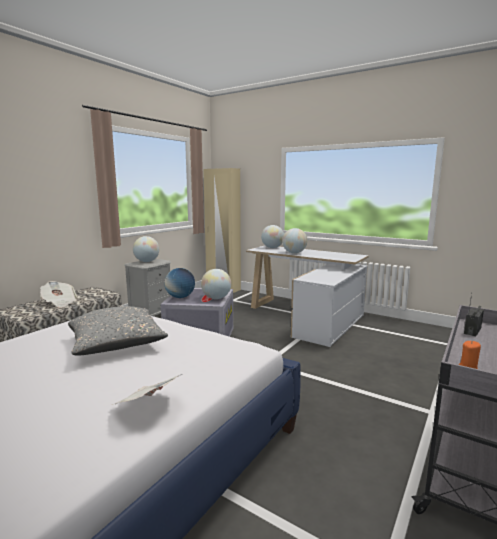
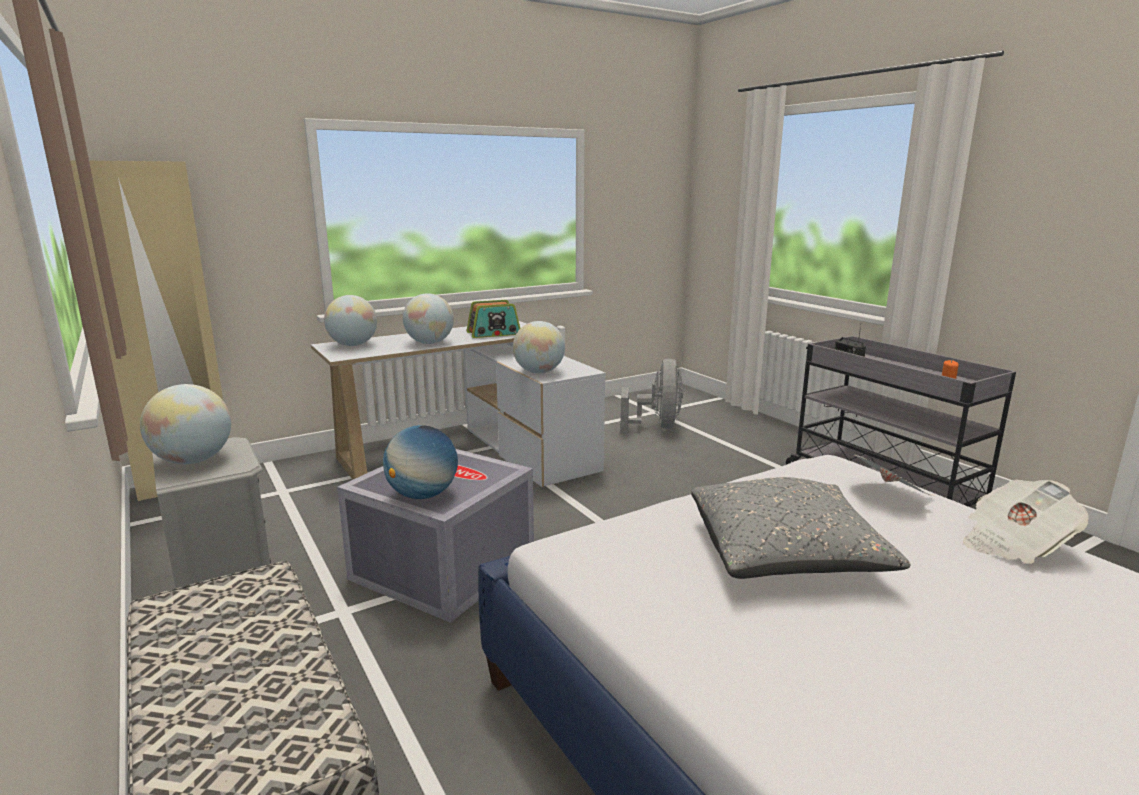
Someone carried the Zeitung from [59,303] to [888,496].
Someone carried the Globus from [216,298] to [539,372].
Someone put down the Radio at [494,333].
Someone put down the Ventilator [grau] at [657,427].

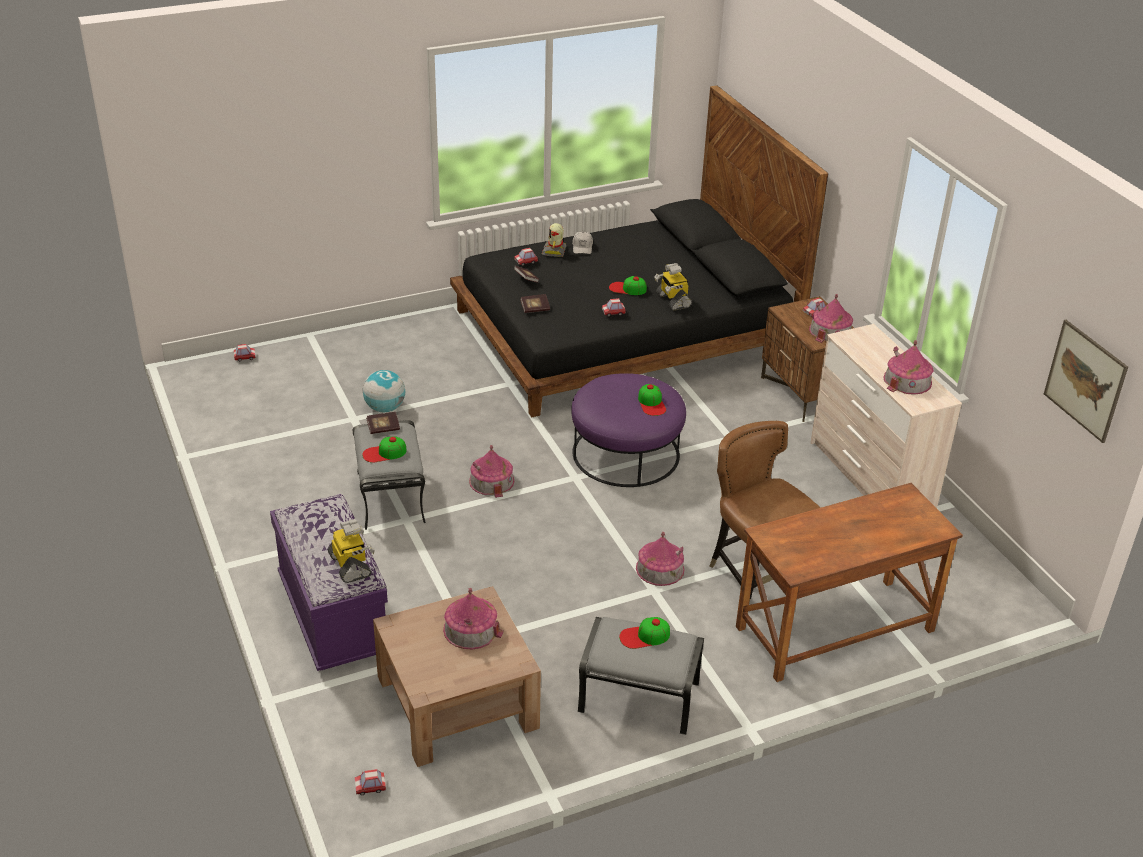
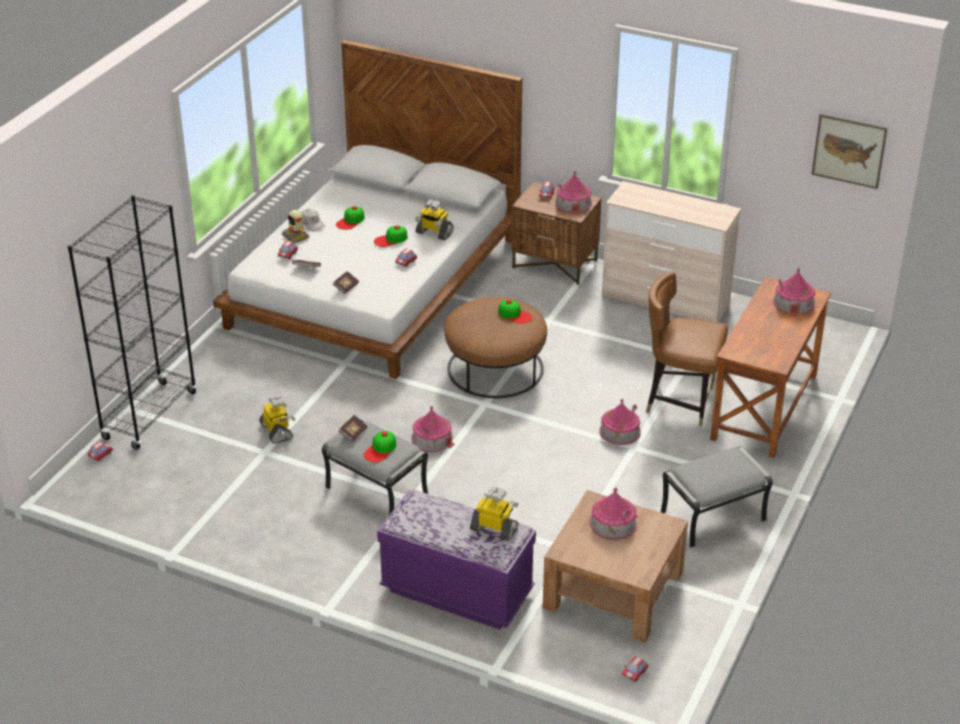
Someone swapped the Globus at [385,408] for the Spielzeugroboter at [277,431].
Someone repainted the Bett [schwarz] at [623,333], which became the Bett [weiß] at [375,283].
Someone repainted the Polsterhocker [lila] at [626,453], which became the Polsterhocker [braun] at [495,368].
Someone carried the Kappe from [644,636] to [350,221].
Someone carried the Spielzeughaus from [907,380] to [793,302].
Someone put down the Bücherregal [schwarz] at [150,415].

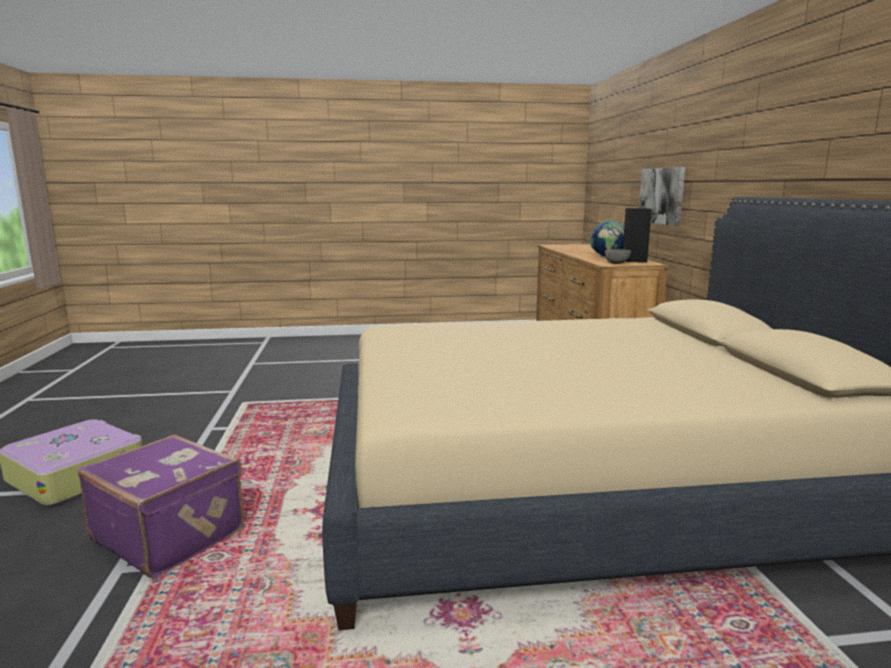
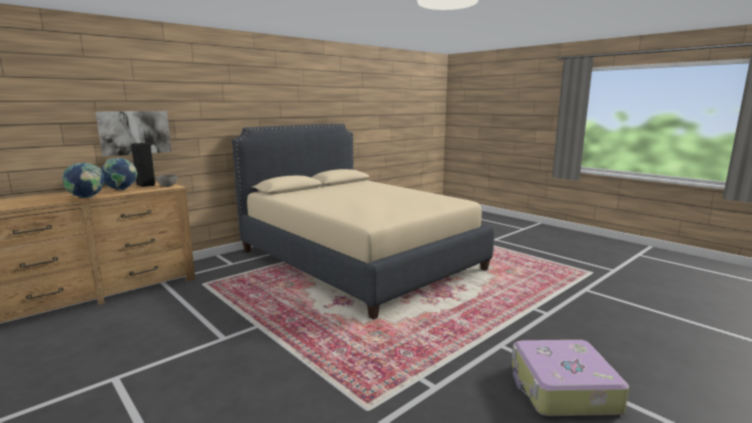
Someone took away the Koffer [lila] at [170,534].
Someone put down the Globus at [87,198].

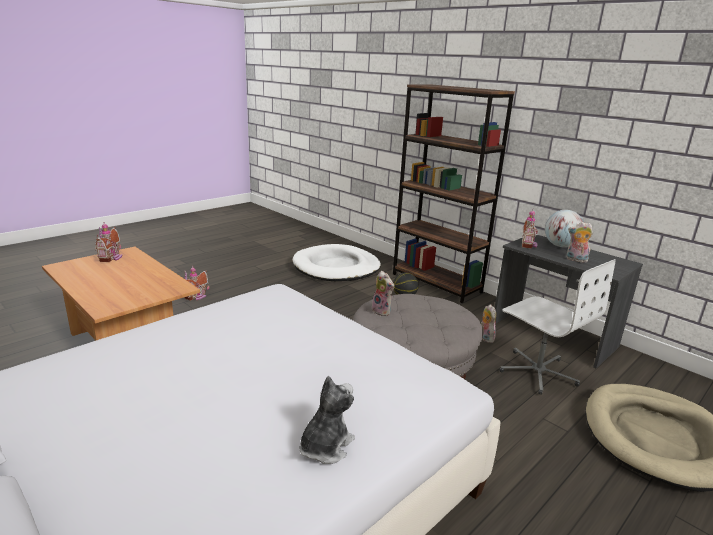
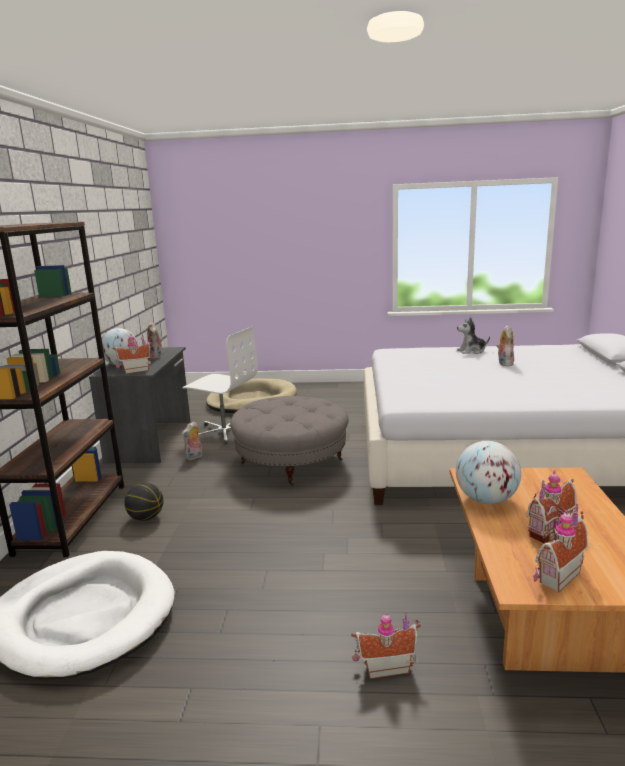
Someone carried the Plüschtier from [382,311] to [504,363].
Someone rotated the Bürostuhl [weiß] at [537,372] by 105 degrees clockwise.
Someone put down the Globus at [486,500].
Someone put down the Spielzeughaus at [553,534].

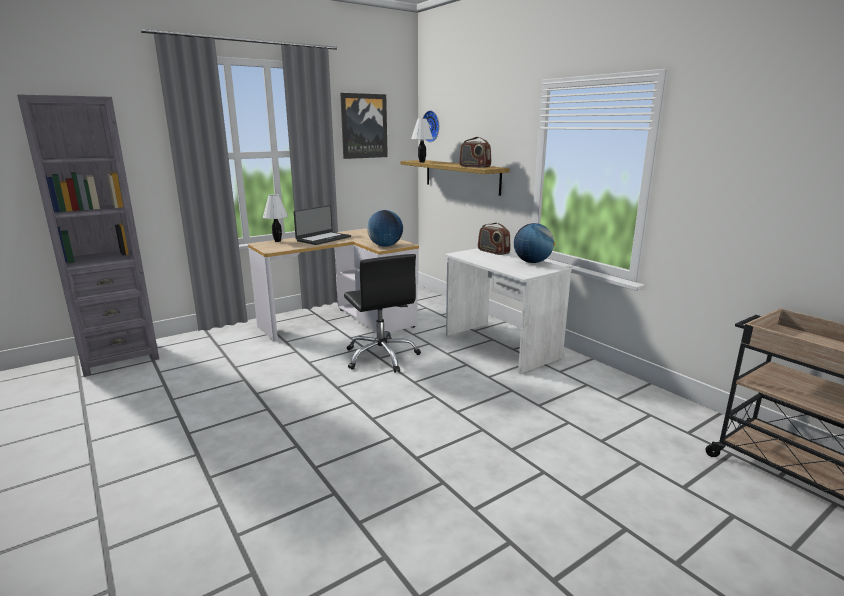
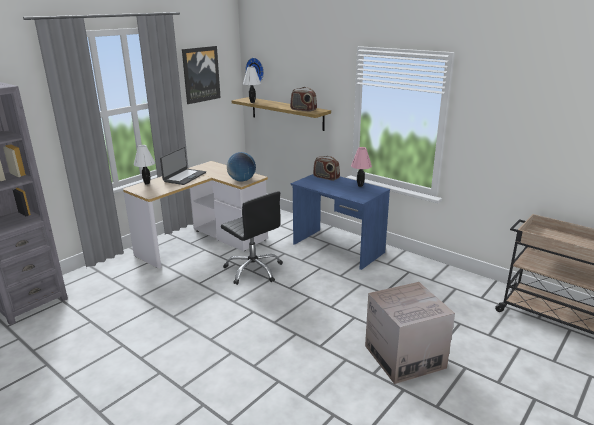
Someone repainted the Schreibtisch [weiß] at [500,346], which became the Schreibtisch [blau] at [337,248].
Someone swapped the Globus at [532,262] for the Tischlampe [rosa] at [360,185].
Someone put down the Karton at [404,357].

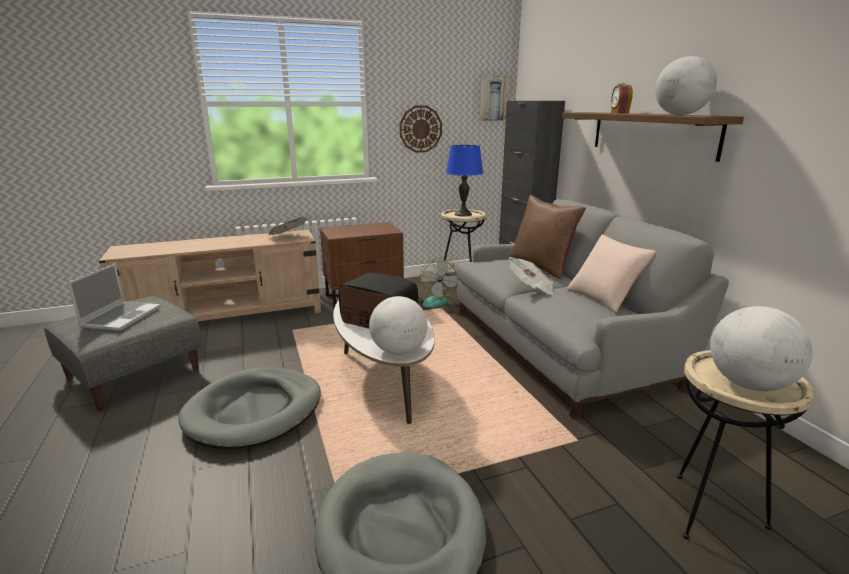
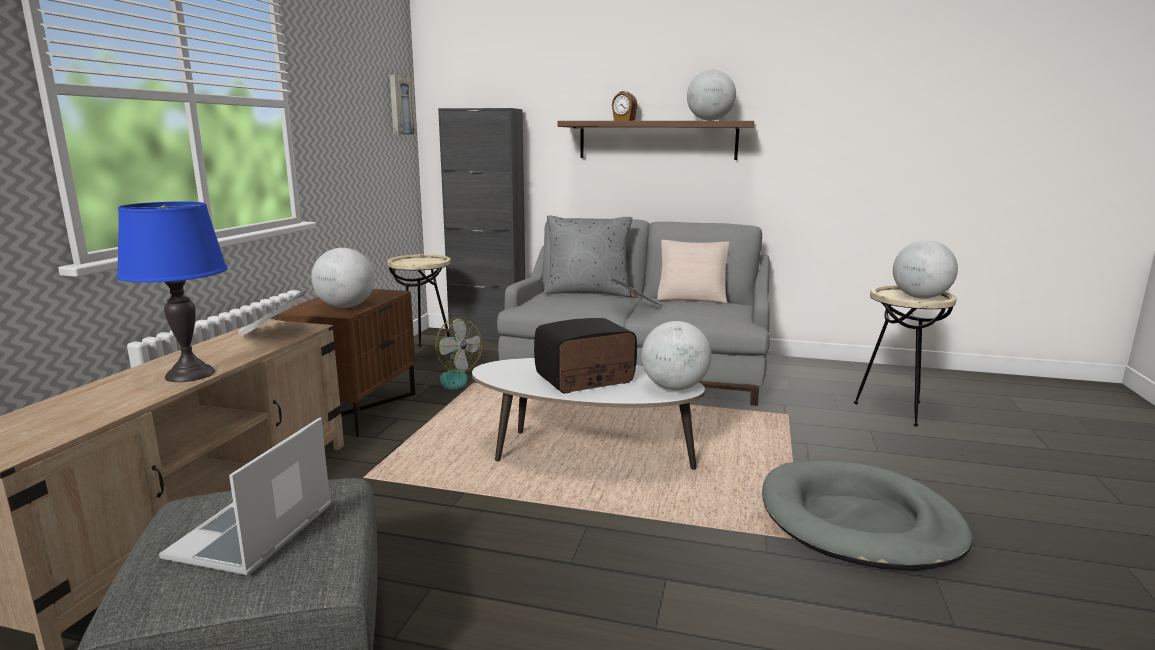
Someone rotated the Laptop at [121,317] by 120 degrees counterclockwise.
Someone took away the Hundebett [grau] at [255,411].
Someone took away the Wanduhr at [420,129].
Someone carried the Tischlampe [blau] from [463,214] to [190,374].
Someone repainted the Kissen [braun] at [541,266], which became the Kissen [grau] at [587,292].
Someone put down the Globus at [346,307].

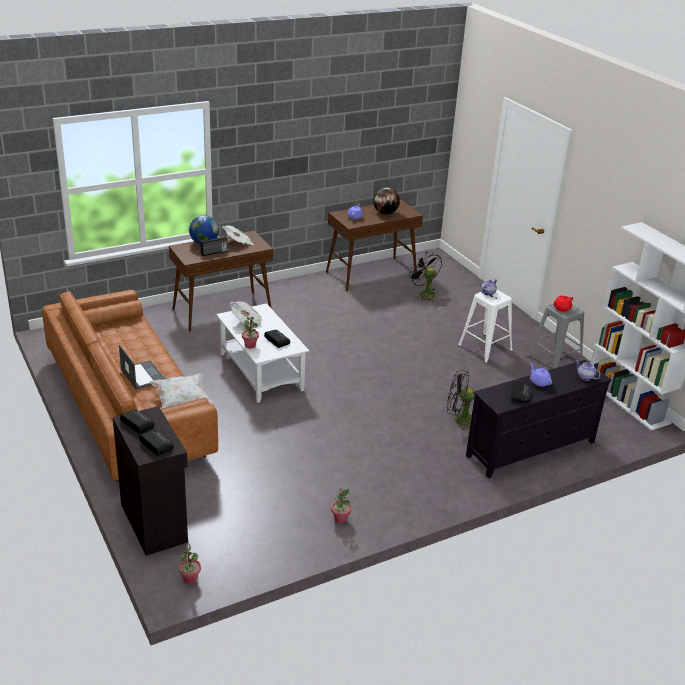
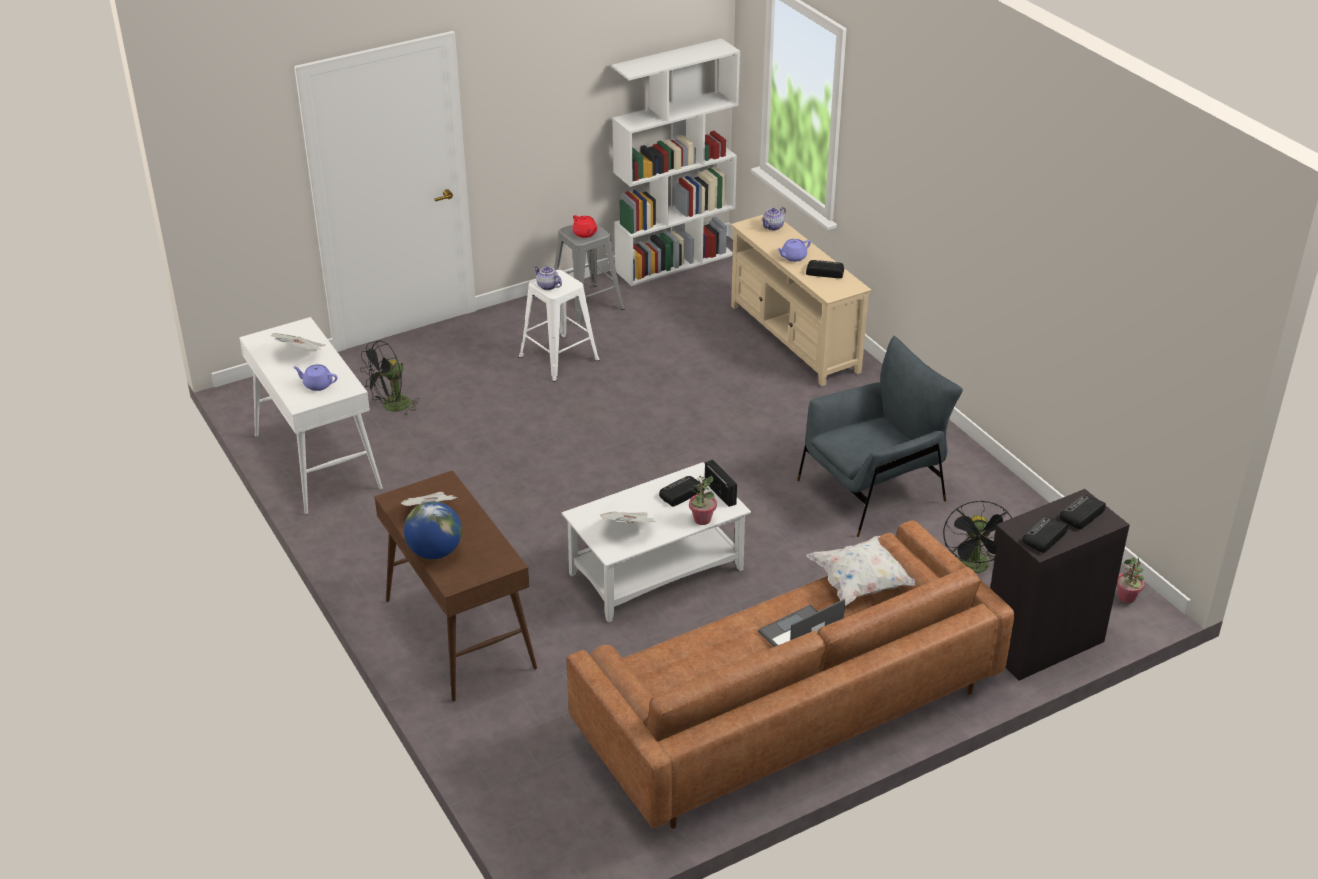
Someone carried the Radio from [214,253] to [721,493].
Someone repainted the Konsolentisch [braun] at [371,274], which became the Konsolentisch [weiß] at [316,462].
Someone took away the Topfpflanze at [340,519].
Someone swapped the Globus at [385,213] for the Zeitung at [301,353].
Someone carried the Ventilator [schwarz] from [459,420] to [975,568].
Someone repainted the Fernsehschrank [schwarz] at [531,450], which became the Fernsehschrank [beige] at [795,339].
Someone put down the Sessel [grau] at [872,490].

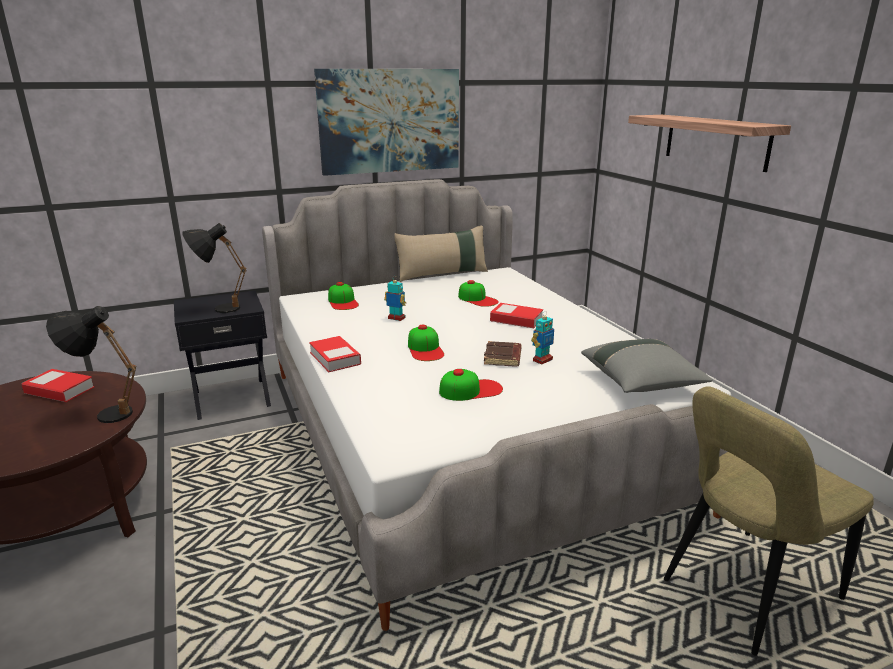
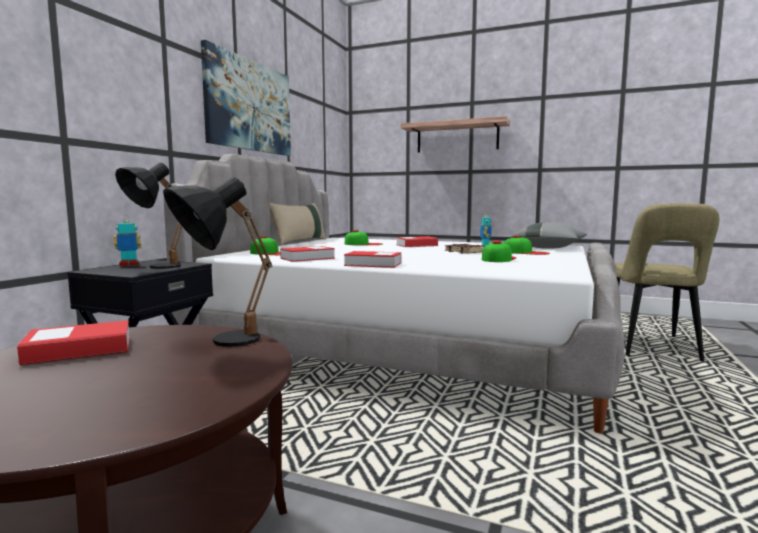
Someone carried the Spielzeugroboter from [396,318] to [129,265].
Someone carried the Kappe from [425,349] to [525,252].
Someone put down the Buch at [307,258].

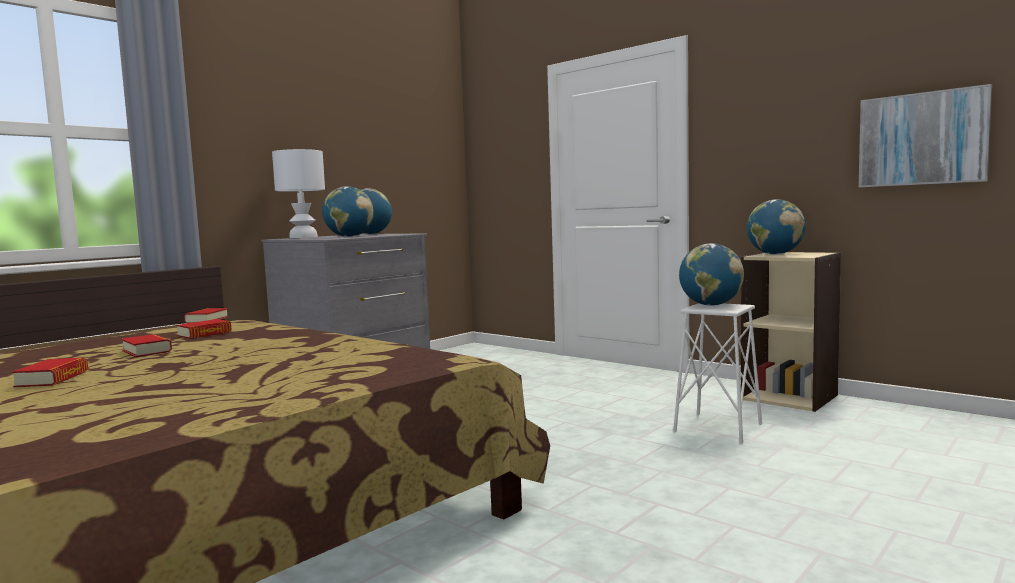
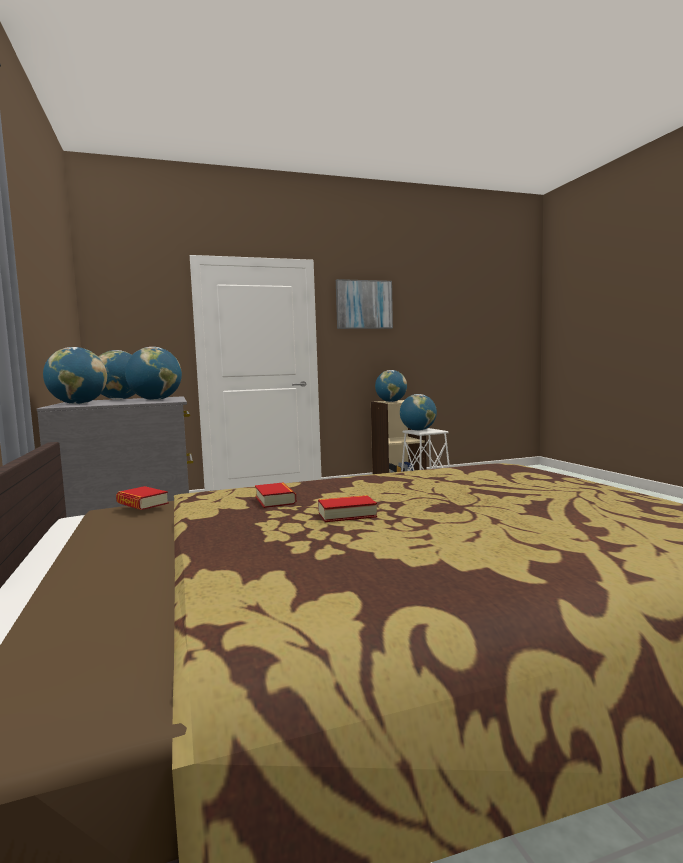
Someone took away the Buch at [52,379].
Someone swapped the Tischlampe [weiß] at [303,237] for the Globus at [78,404].
Someone carried the Bild from [922,139] to [364,304].

